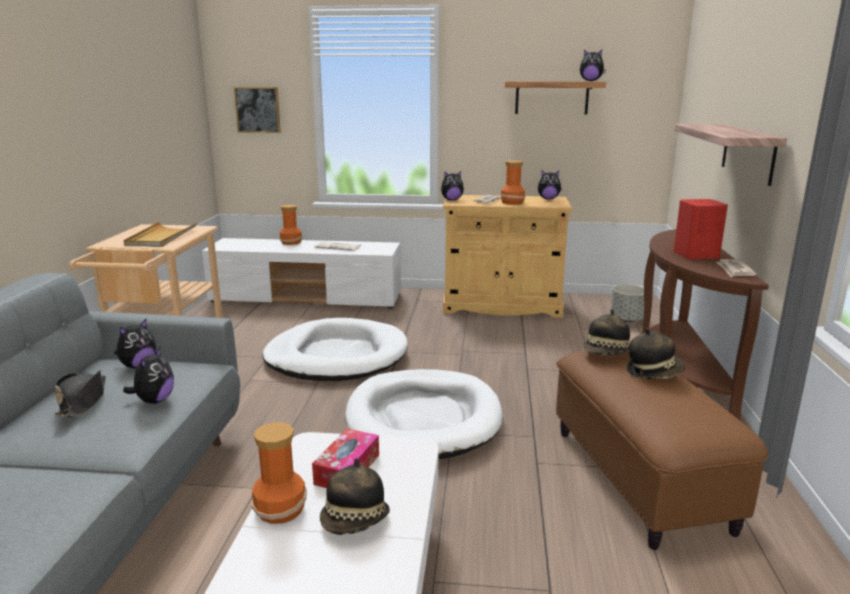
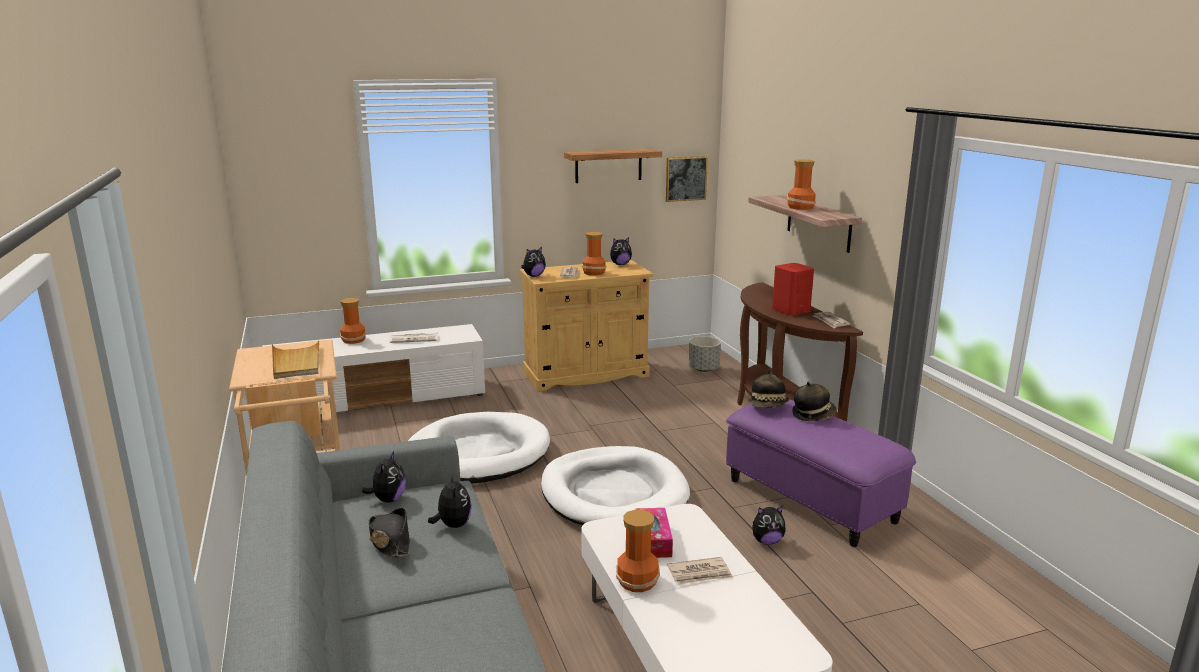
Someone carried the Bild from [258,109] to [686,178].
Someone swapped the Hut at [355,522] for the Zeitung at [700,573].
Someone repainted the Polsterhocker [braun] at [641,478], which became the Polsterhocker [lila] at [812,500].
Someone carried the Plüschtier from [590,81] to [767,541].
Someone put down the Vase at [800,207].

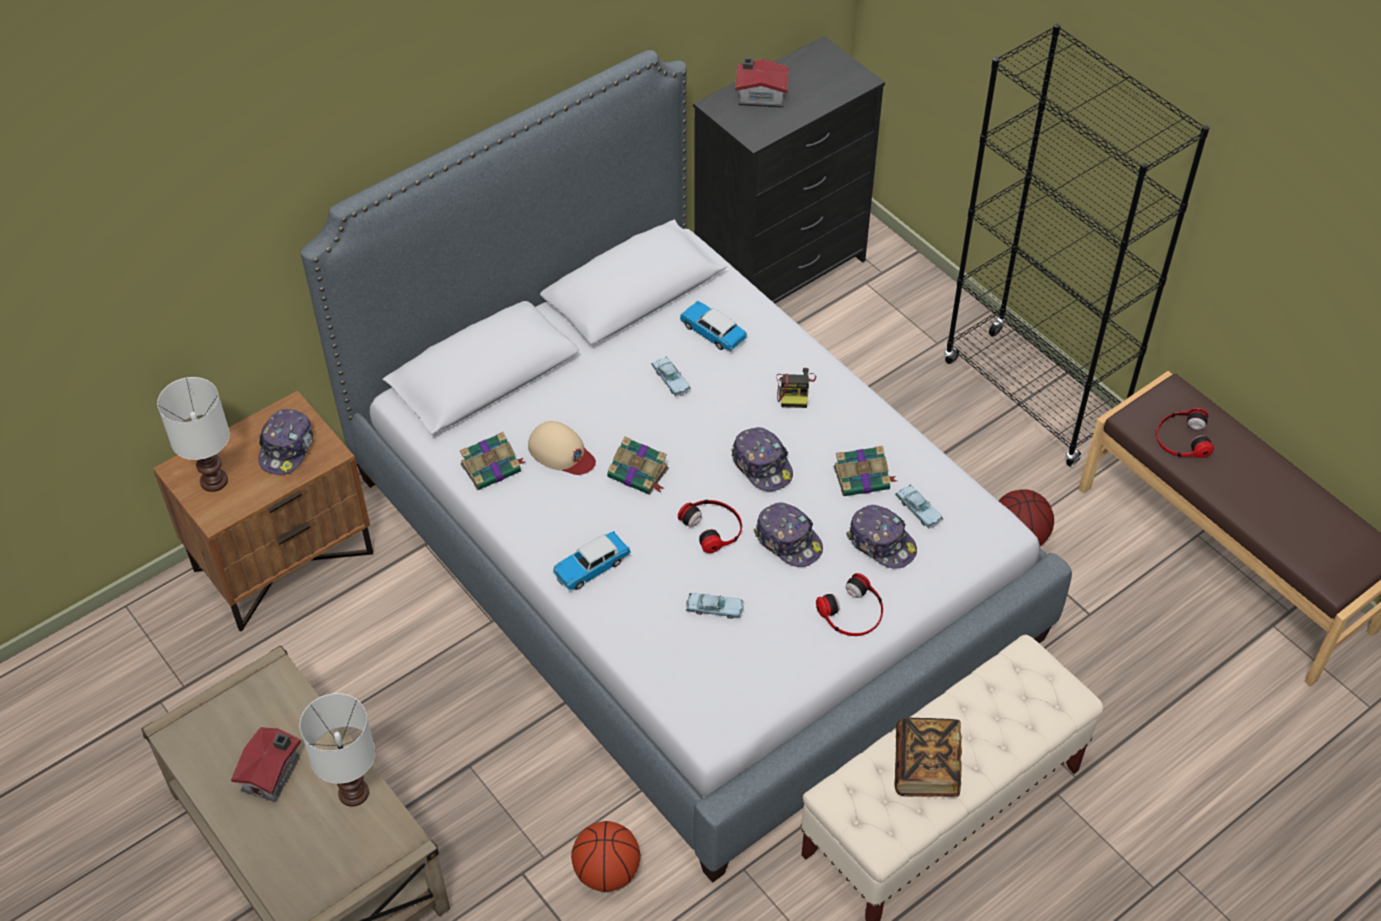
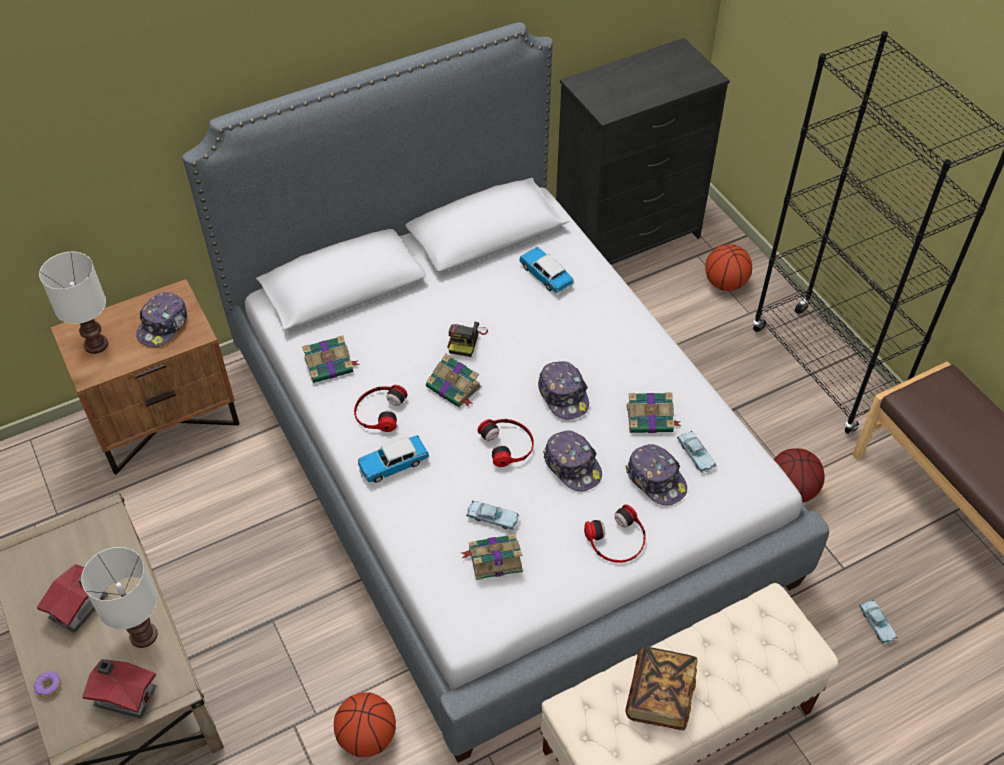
Someone took away the Kappe [beige] at [561,452].
Someone carried the Spielzeugauto [blau] from [670,380] to [876,624].
Someone carried the Spielzeughaus from [760,95] to [125,694].
Someone carried the Kamera from [795,390] to [466,340].
Someone carried the Kopfhörer from [1182,438] to [379,411].
Someone put down the Donut at [49,686].
Someone put down the Buch at [493,559].
Someone put down the Basketball at [725,284].

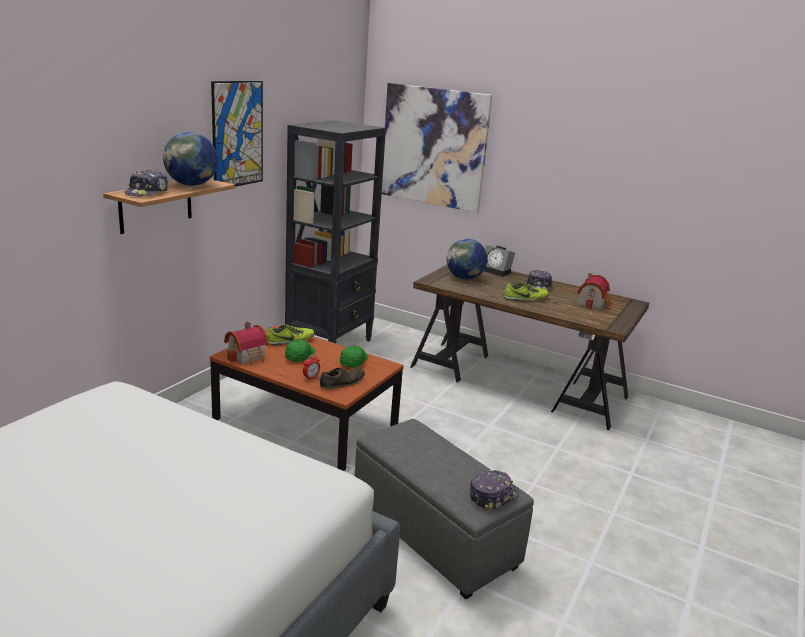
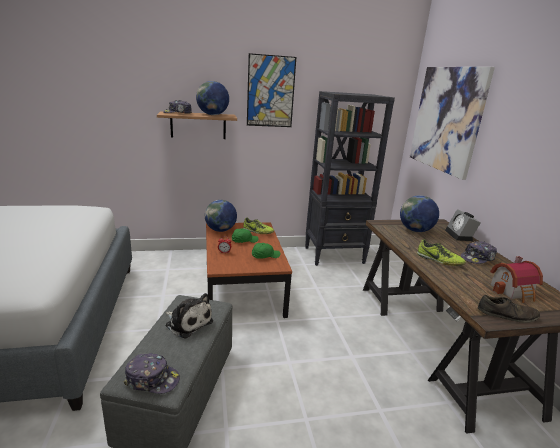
Someone swapped the Spielzeughaus at [248,357] for the Globus at [220,230].
Someone carried the Schuh [braun] from [342,382] to [507,315].
Someone put down the Plüschtier at [187,322].

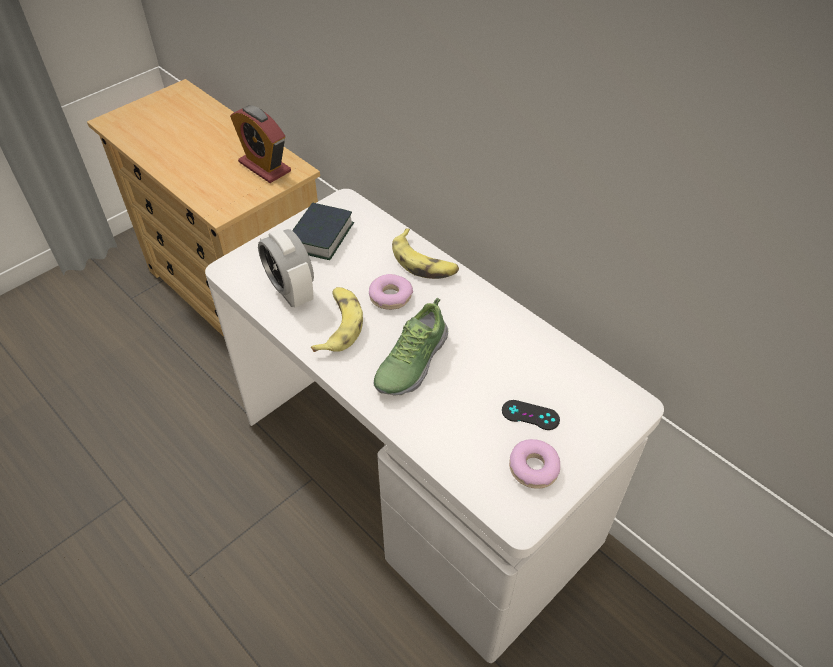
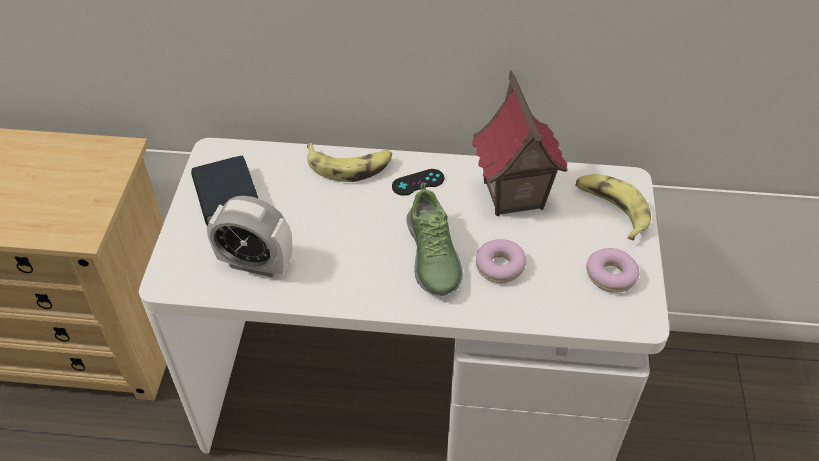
Someone took away the Wecker at [264,167].
Someone carried the Banane from [338,325] to [611,209].
Someone carried the Donut from [390,297] to [500,266].
Someone carried the Gamepad [schwarz] from [530,415] to [418,182].
Someone put down the Spielzeughaus at [512,195].

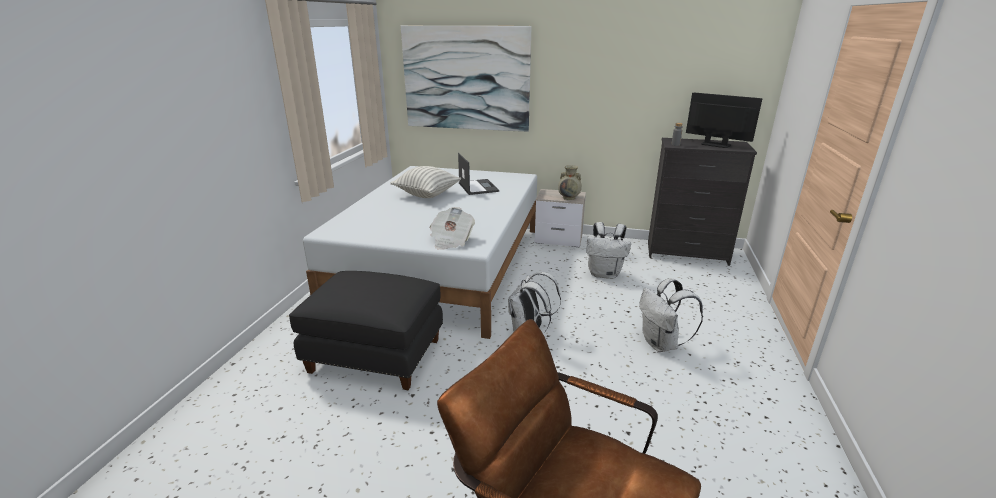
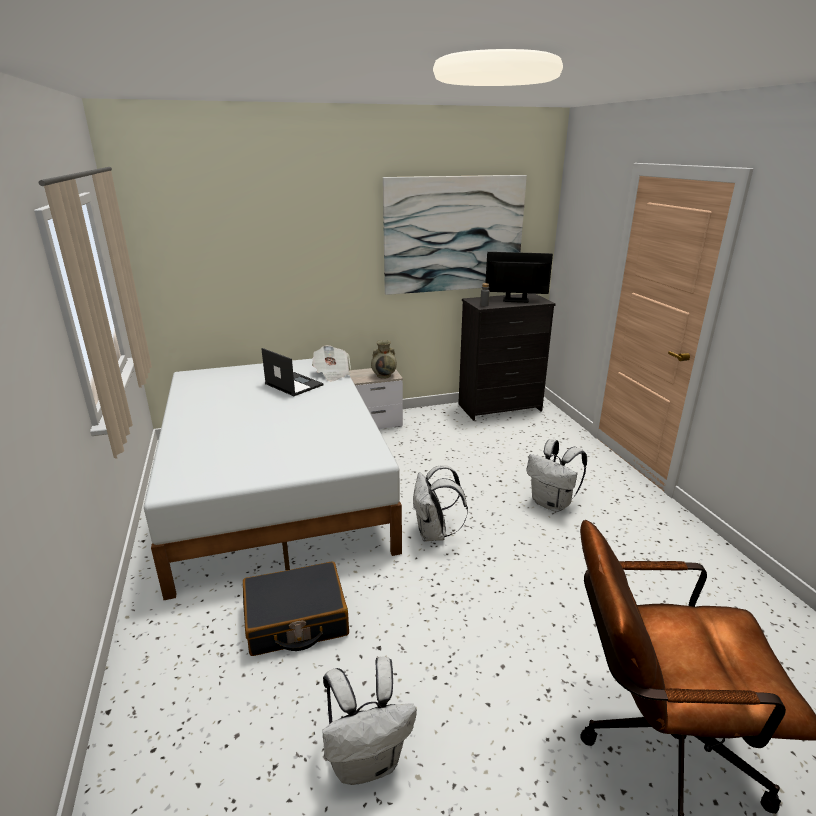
Someone swapped the Polsterhocker [schwarz] at [376,355] for the Koffer [schwarz] at [296,620].
Someone took away the Kissen at [427,194].
Someone carried the Bild from [466,79] to [454,234].
Someone carried the Zeitung from [451,240] to [332,373].
Someone carried the Rucksack [weiß] from [605,274] to [367,760].

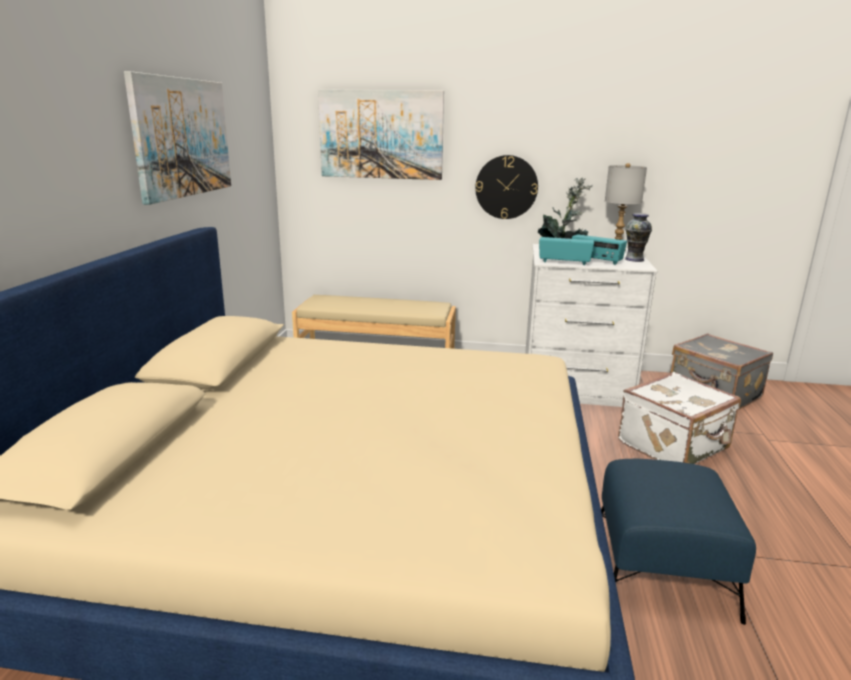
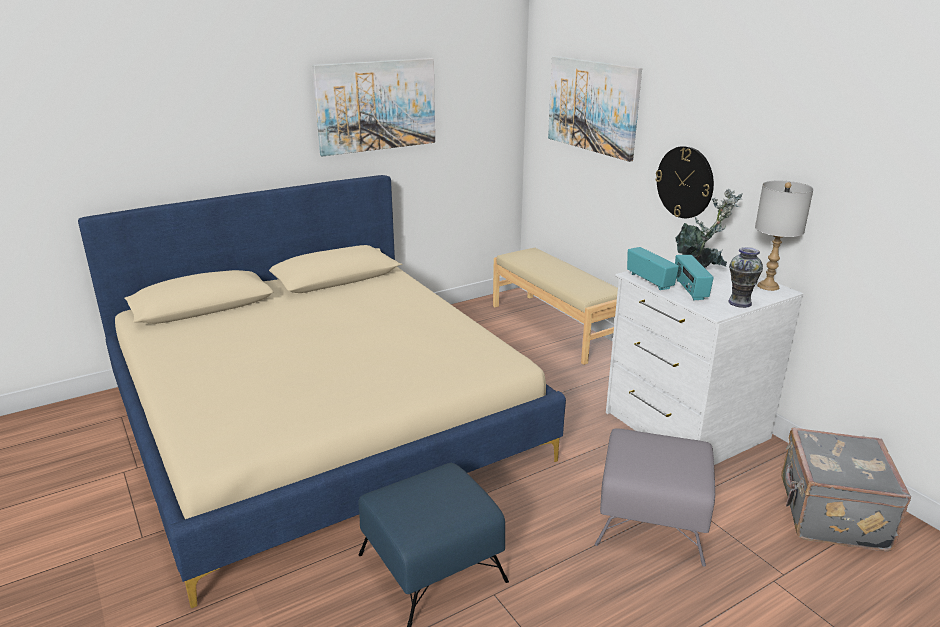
Someone swapped the Koffer [weiß] at [674,446] for the Polsterhocker [grau] at [652,520].

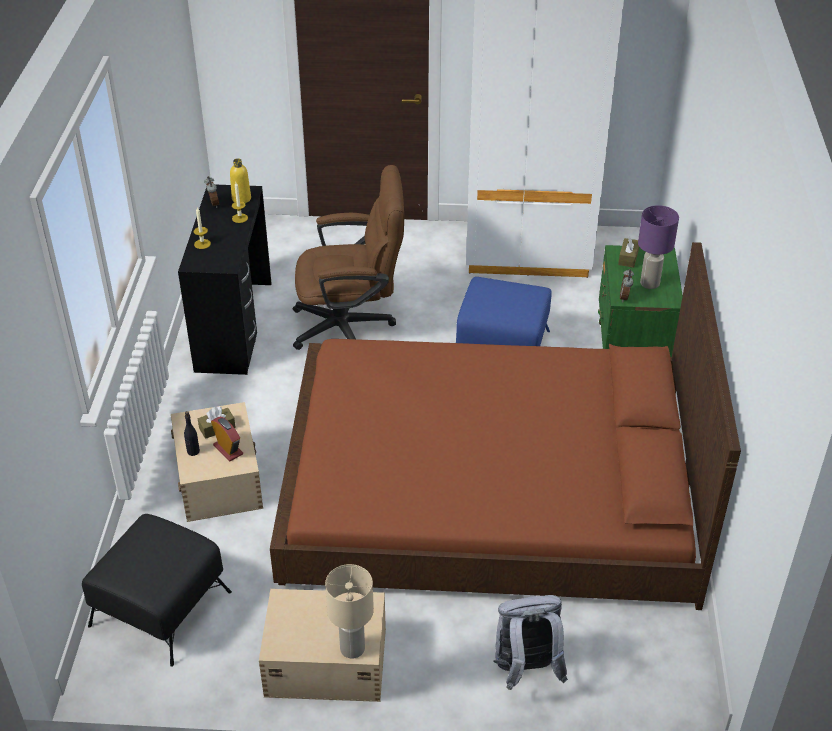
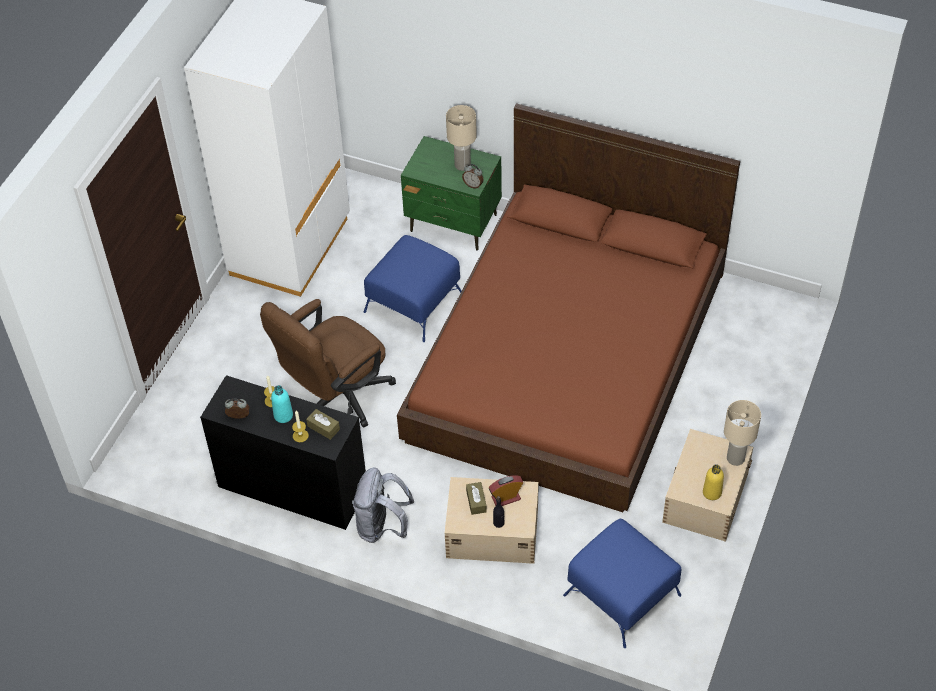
Someone repainted the Polsterhocker [schwarz] at [159,609], which became the Polsterhocker [blau] at [622,596].
Someone carried the Flasche [gelb] from [241,199] to [712,492].
Someone rotated the Bürostuhl [braun] at [352,327] by 150 degrees counterclockwise.
Someone carried the Rucksack [grau] from [526,670] to [382,527].
Someone carried the Taschentuchbox [braun] from [628,258] to [323,428].
Someone repainted the Tischlampe [lila] at [649,284], which became the Tischlampe [beige] at [463,165].
Someone put down the Flasche [türkis] at [283,415].

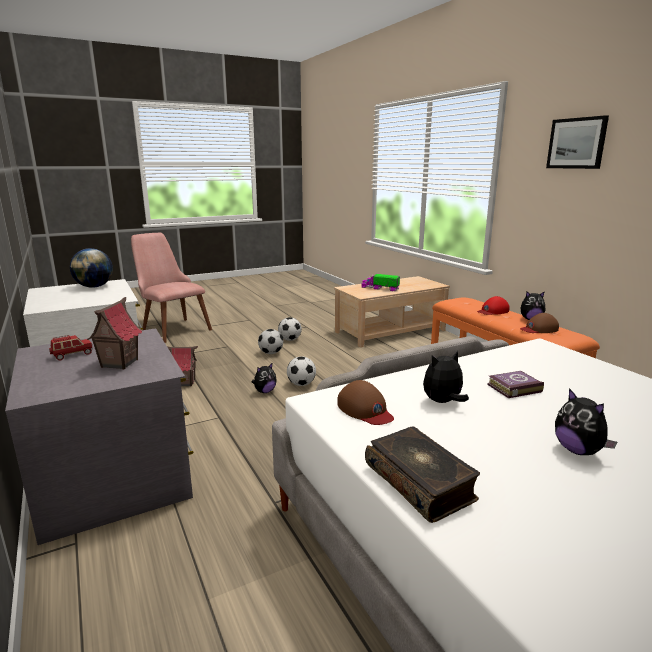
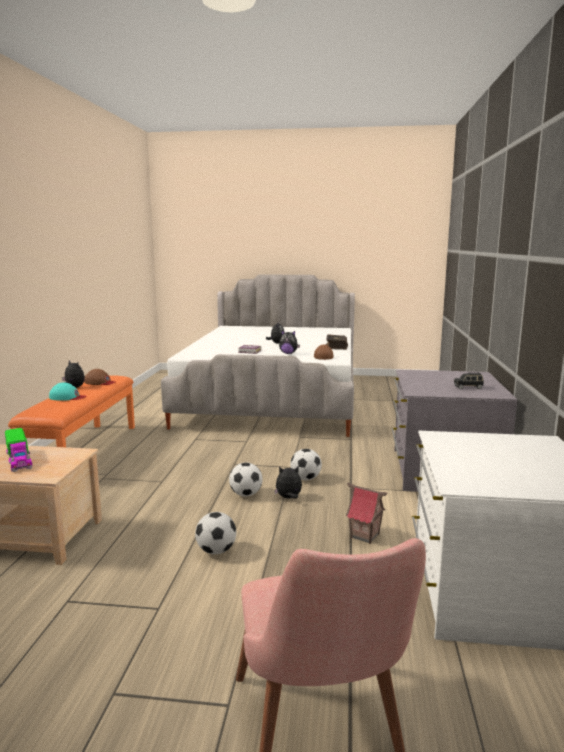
Someone repainted the Spielzeugauto [rot] at [72,355], which became the Spielzeugauto [schwarz] at [468,387].
Someone took away the Globus at [94,286].
Someone took away the Spielzeughaus at [119,363].
Someone carried the Fußball from [290,340] to [305,479].
Someone repainted the Kappe [rot] at [493,311], which became the Kappe [türkis] at [67,397].
Someone took away the Bild at [576,143].

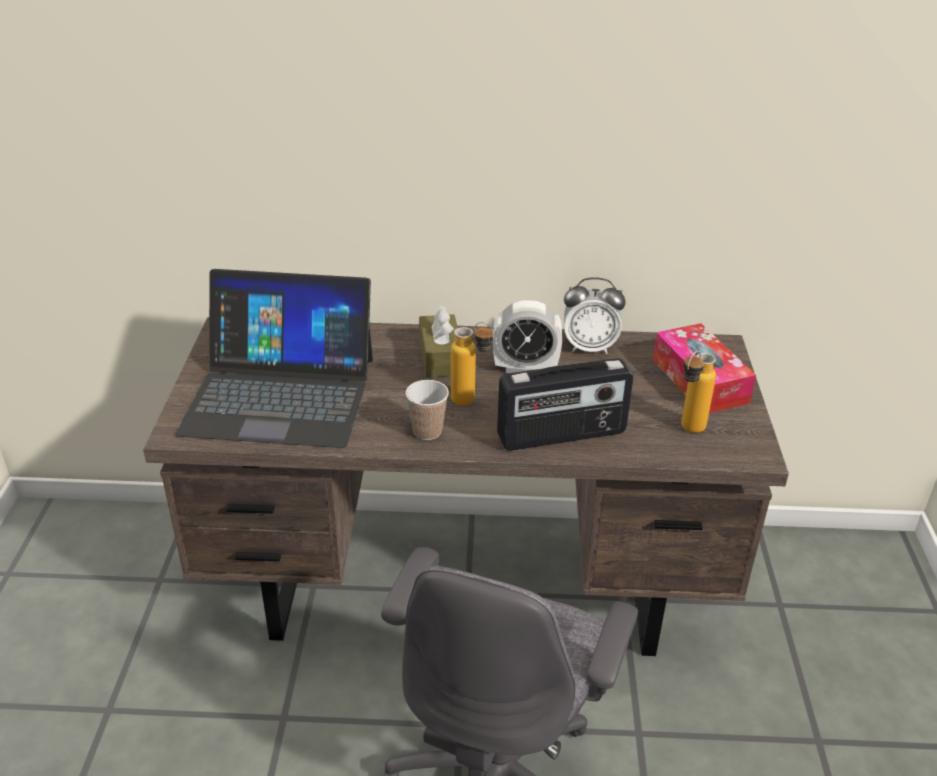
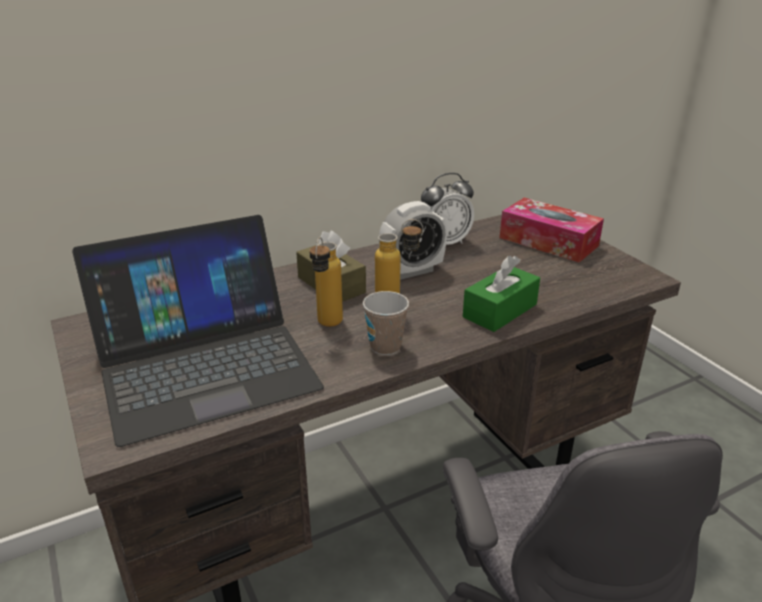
Someone swapped the Radio at [562,435] for the Taschentuchbox [grün] at [500,311].
Someone carried the Flasche from [687,431] to [327,326].

